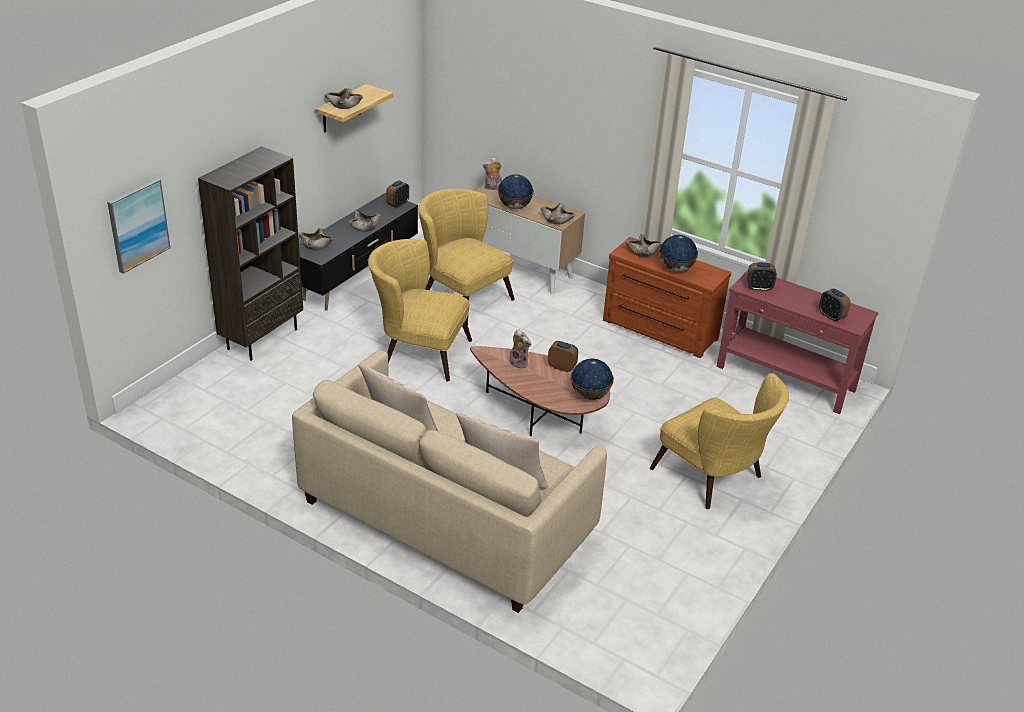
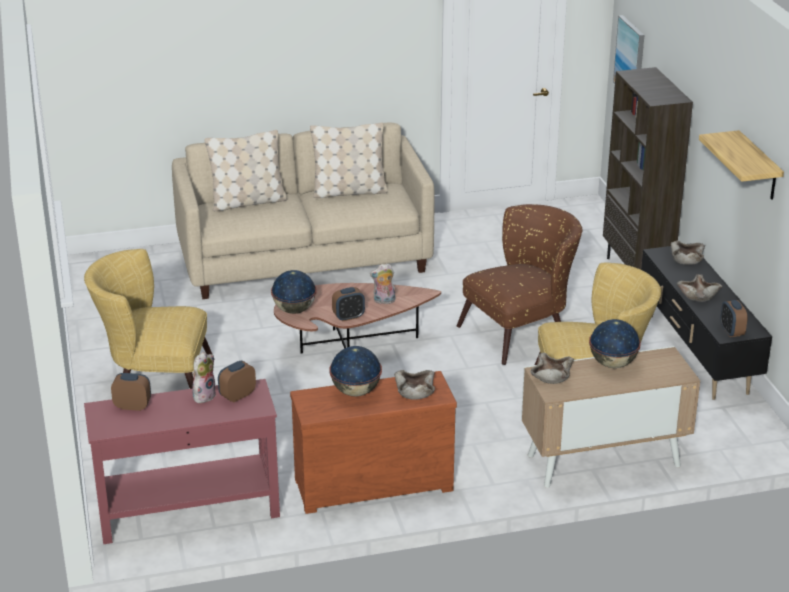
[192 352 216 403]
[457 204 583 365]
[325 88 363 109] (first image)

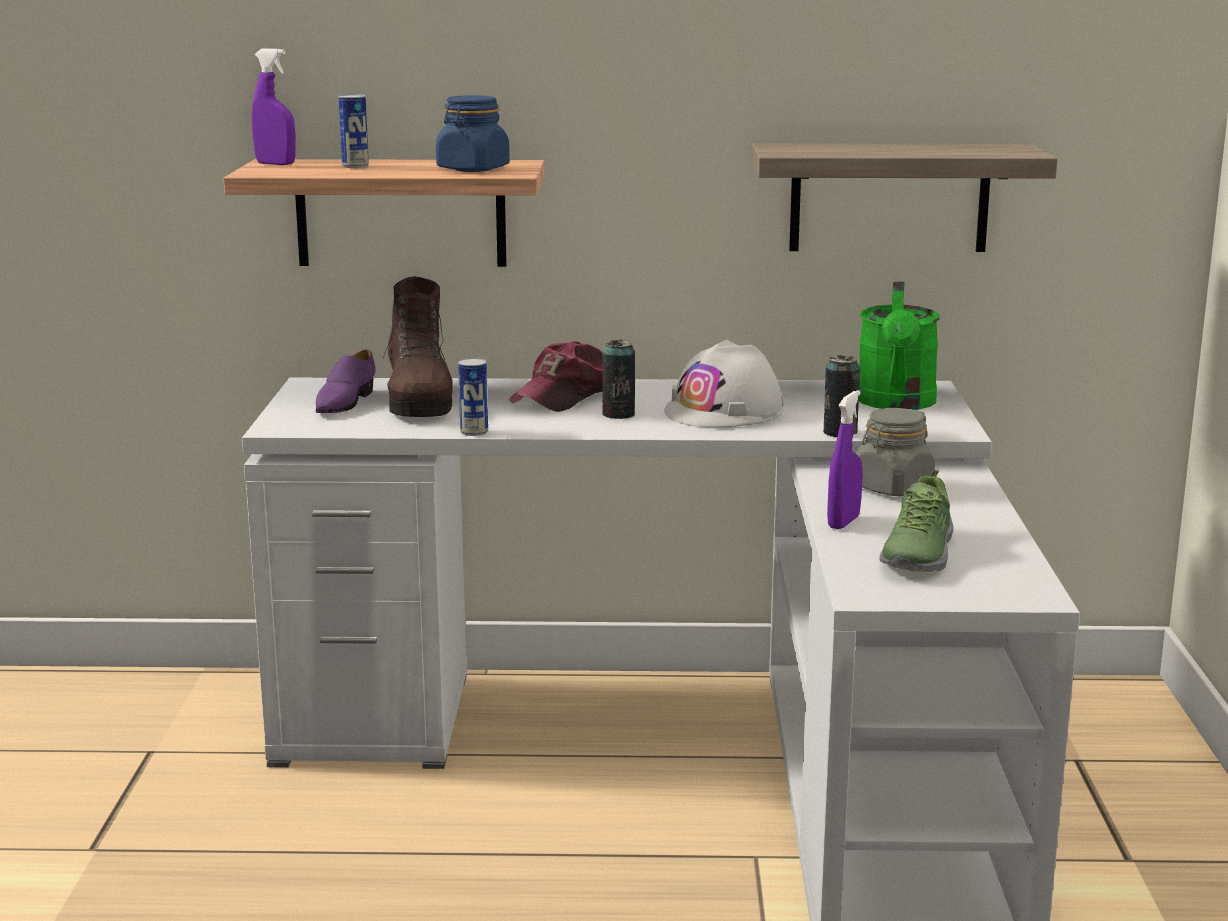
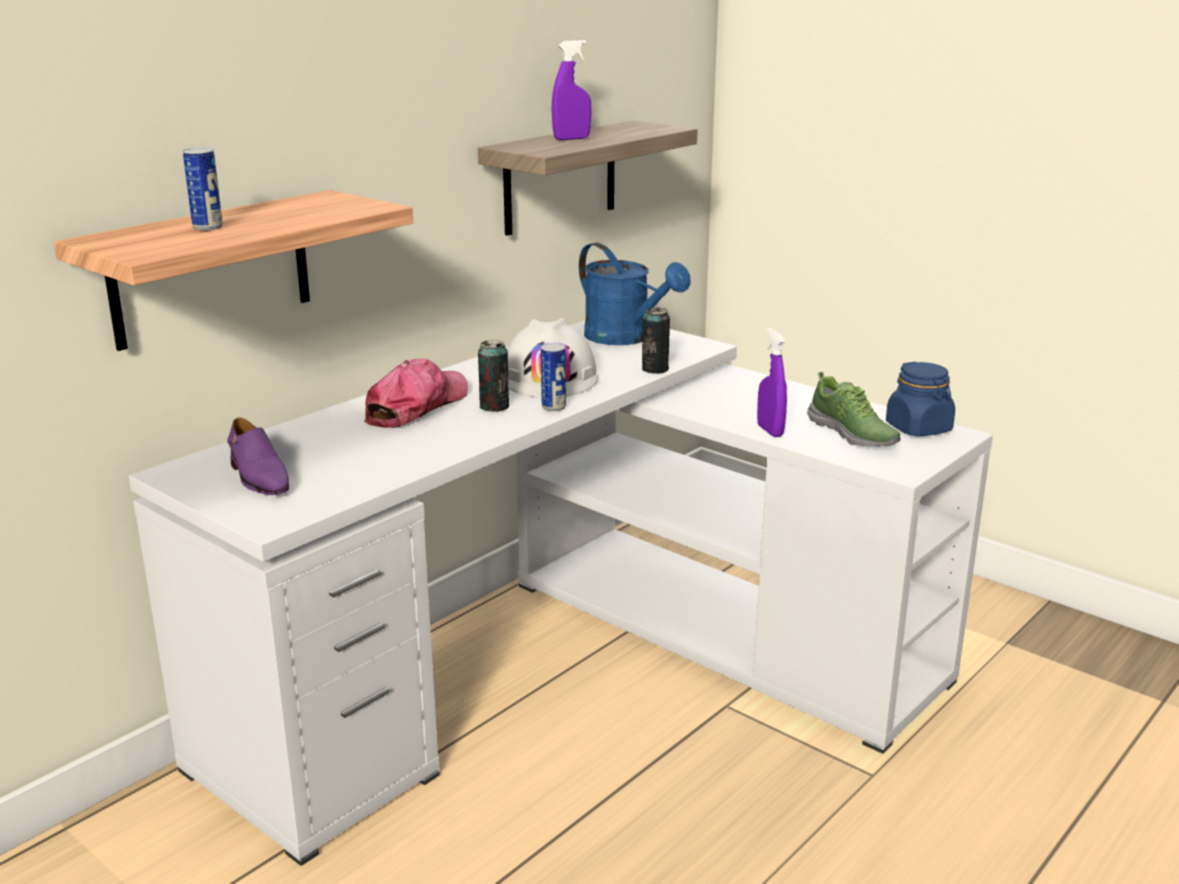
[364 358 468 428]
[541 343 566 411]
[552 40 591 140]
[579 243 690 345]
[886 362 955 436]
[383 276 453 417] (first image)
[856 408 935 496] (first image)

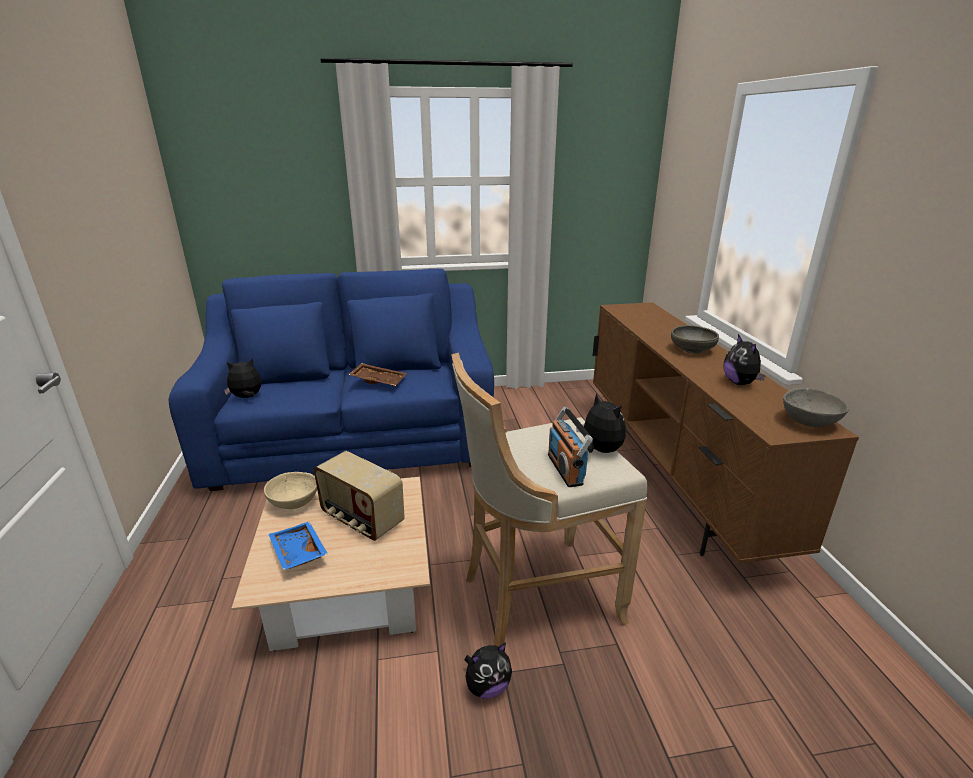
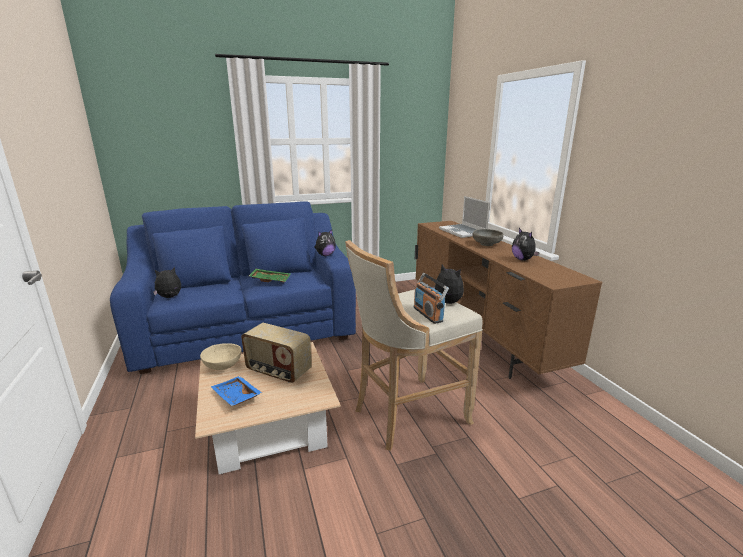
[249 269 291 282]
[315 230 336 256]
[439 196 490 238]
[783 388 849 427] (first image)

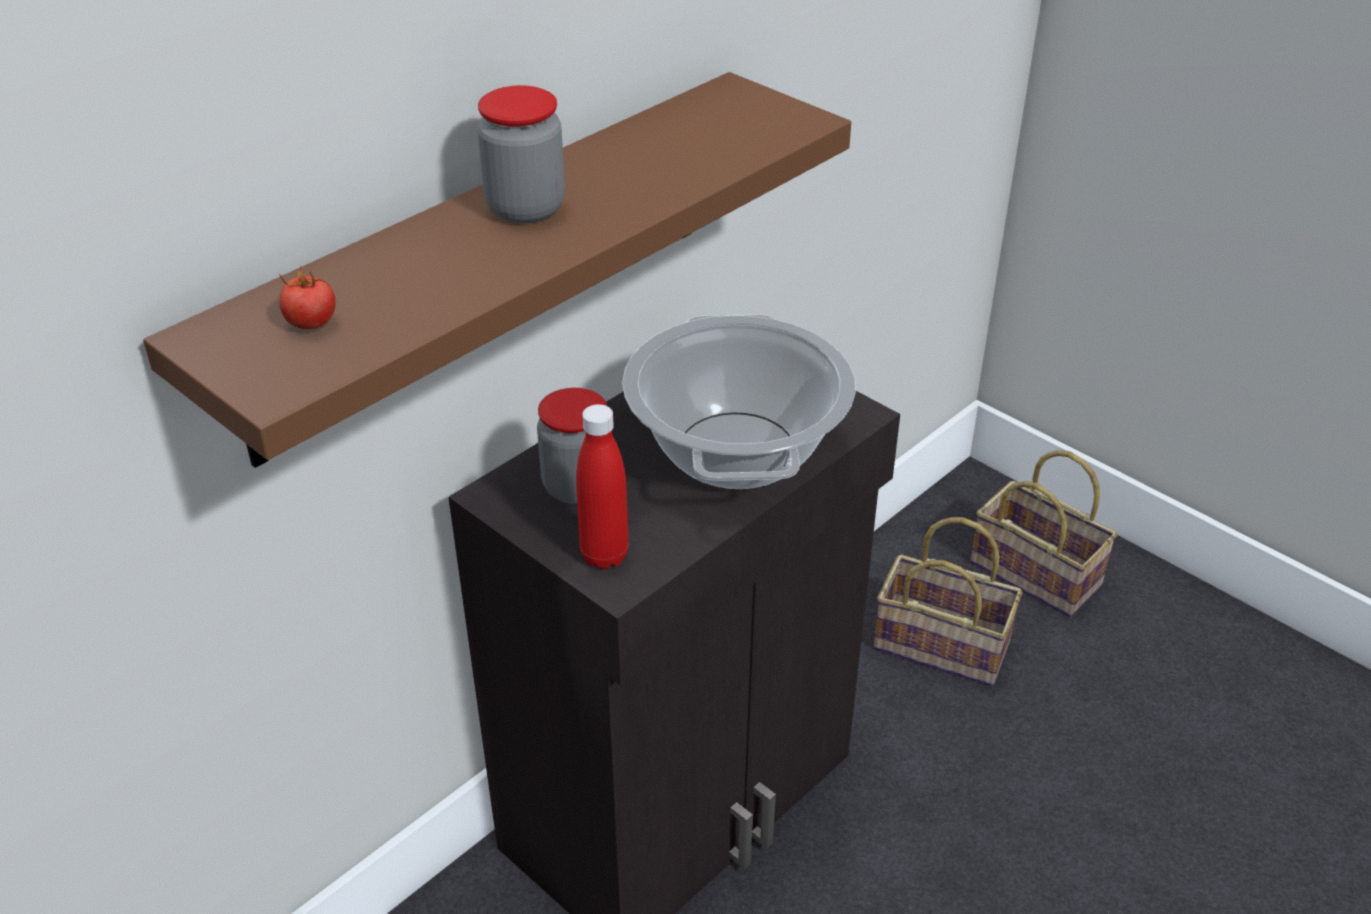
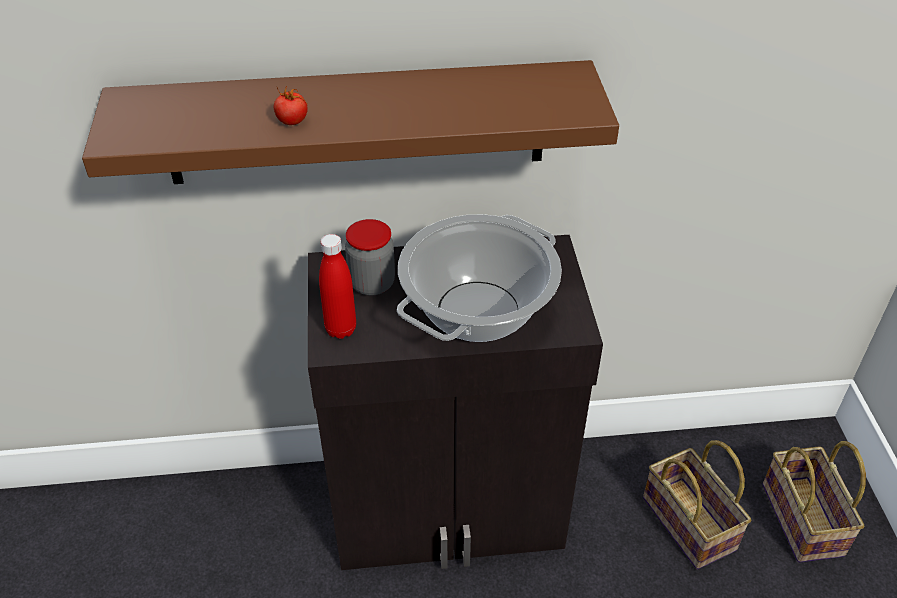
[274 85 308 125]
[477 85 565 223] (first image)

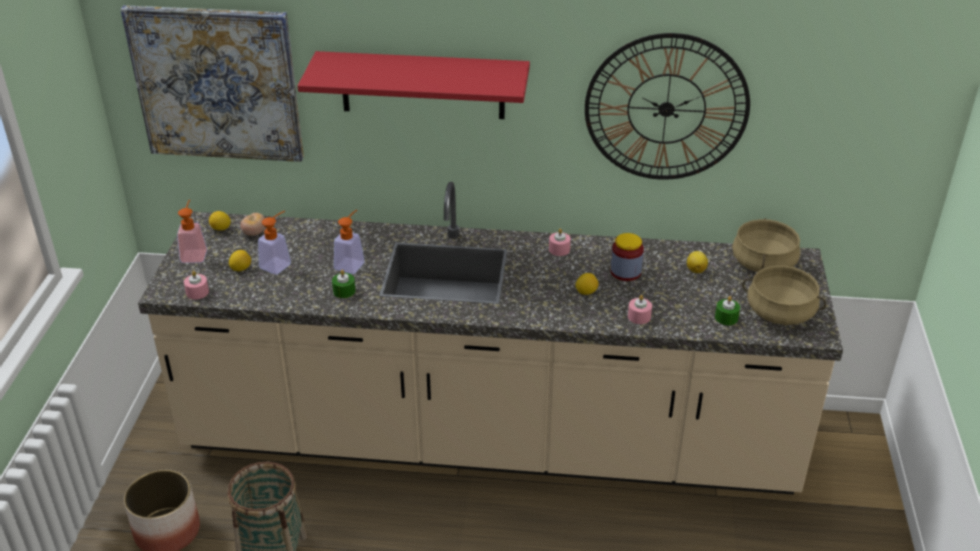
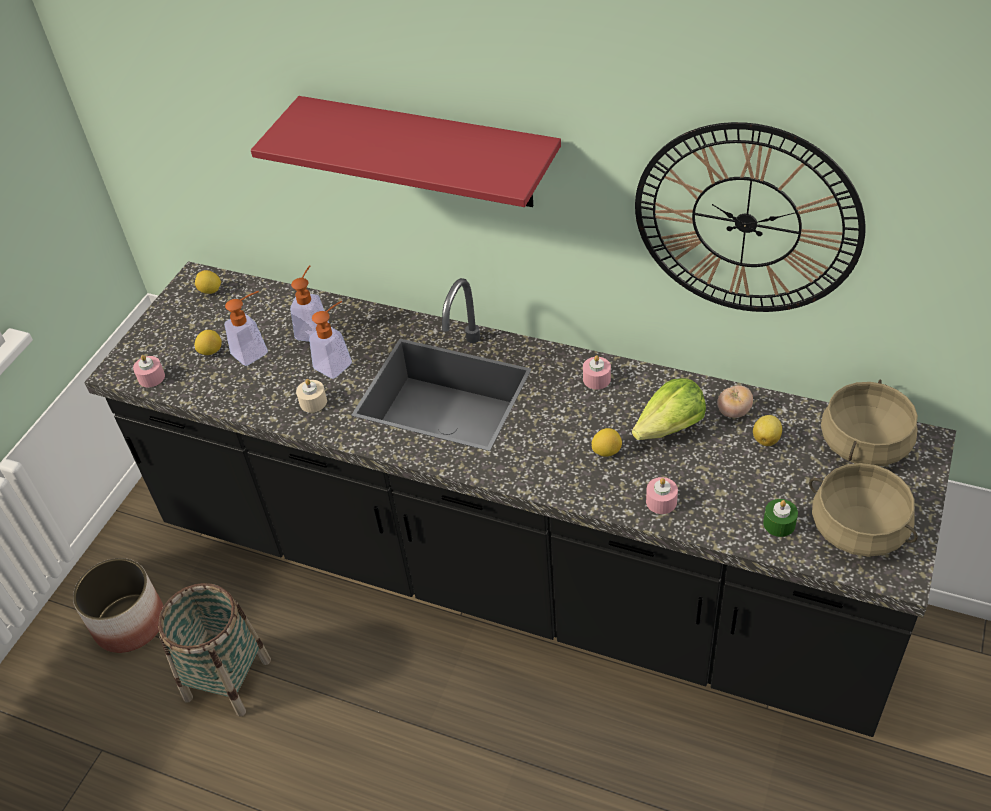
[84 261 956 737]
[290 265 329 342]
[296 379 327 413]
[632 378 706 440]
[717 385 753 418]
[120 5 304 162] (first image)

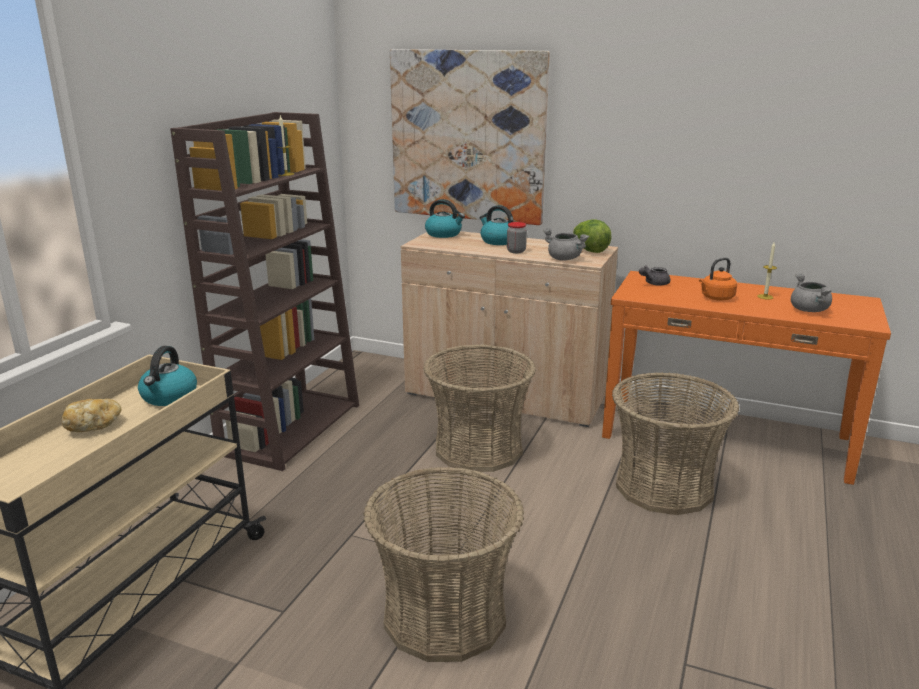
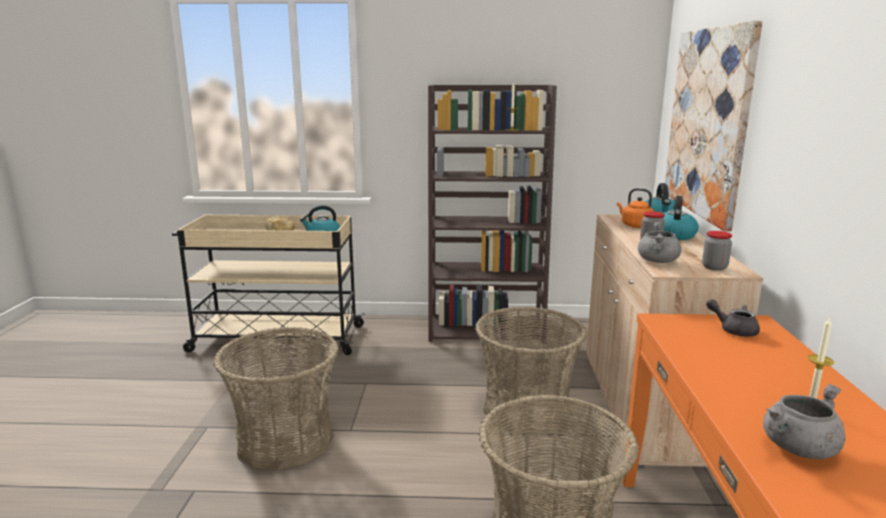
[617 188 654 228]
[702 231 732 271]

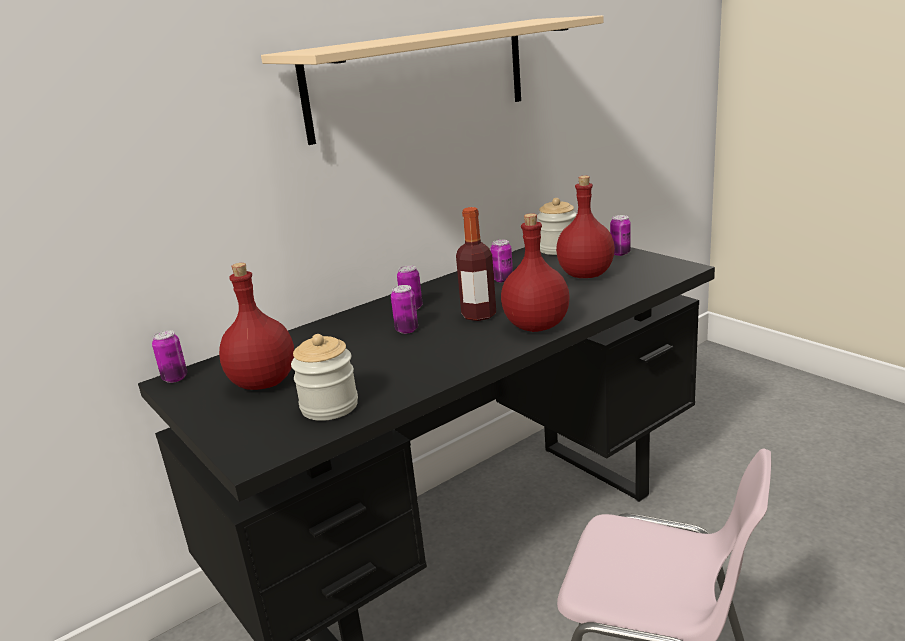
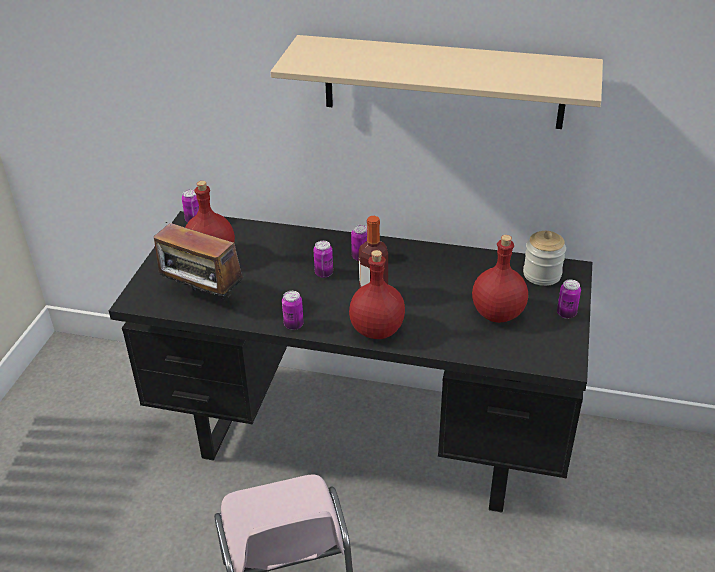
[154 222 243 300]
[282 291 304 330]

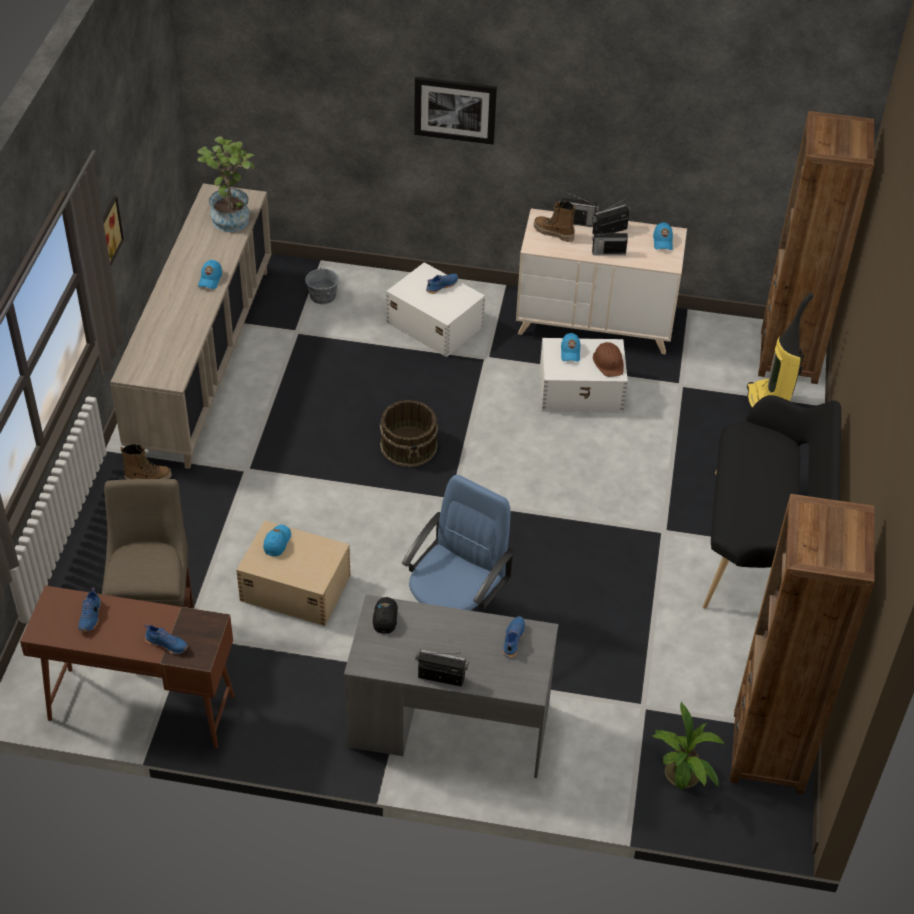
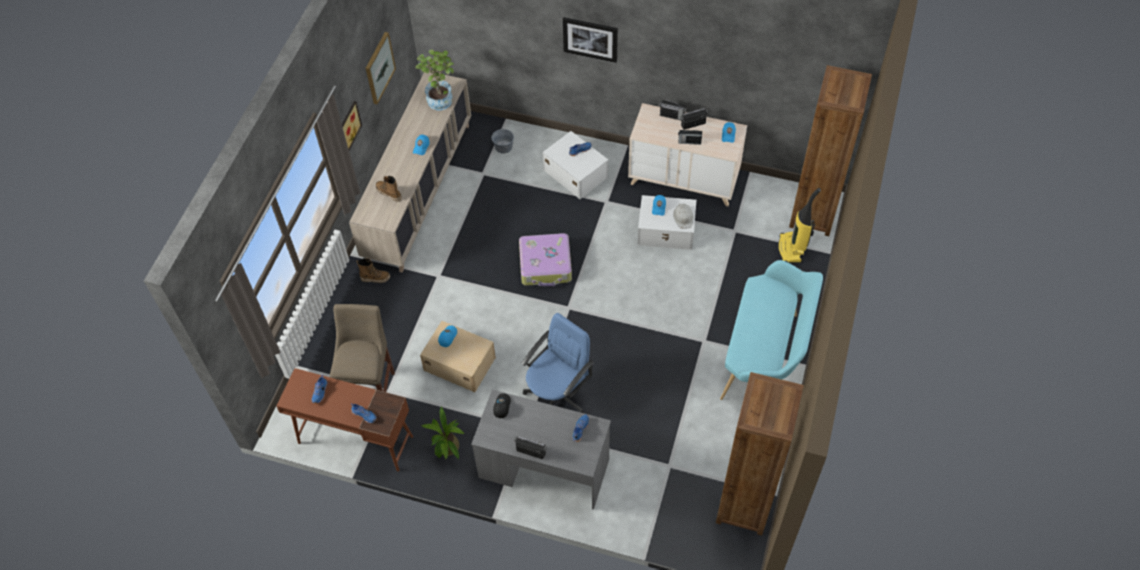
[366 32 396 104]
[376 176 402 202]
[421 407 465 459]
[519 233 572 286]
[673 203 693 229]
[720 260 823 400]

